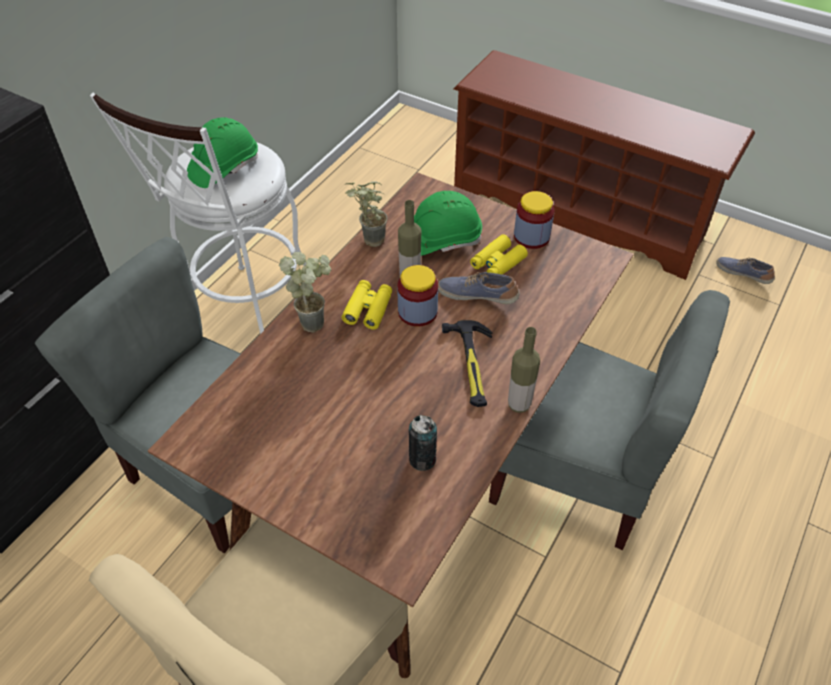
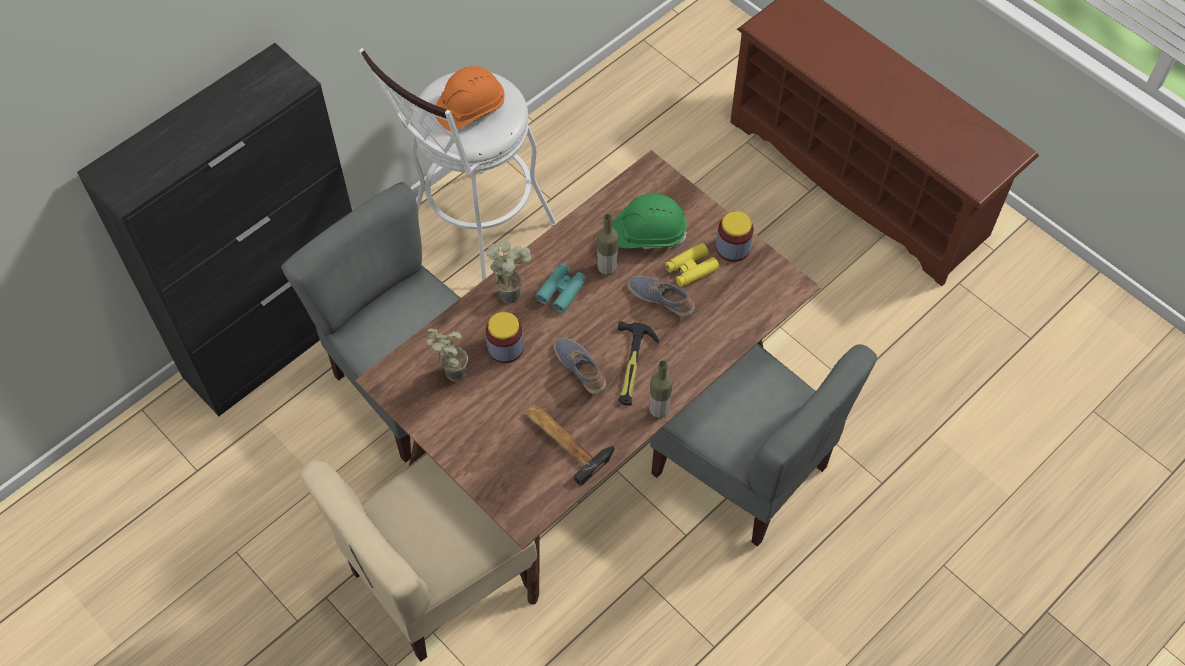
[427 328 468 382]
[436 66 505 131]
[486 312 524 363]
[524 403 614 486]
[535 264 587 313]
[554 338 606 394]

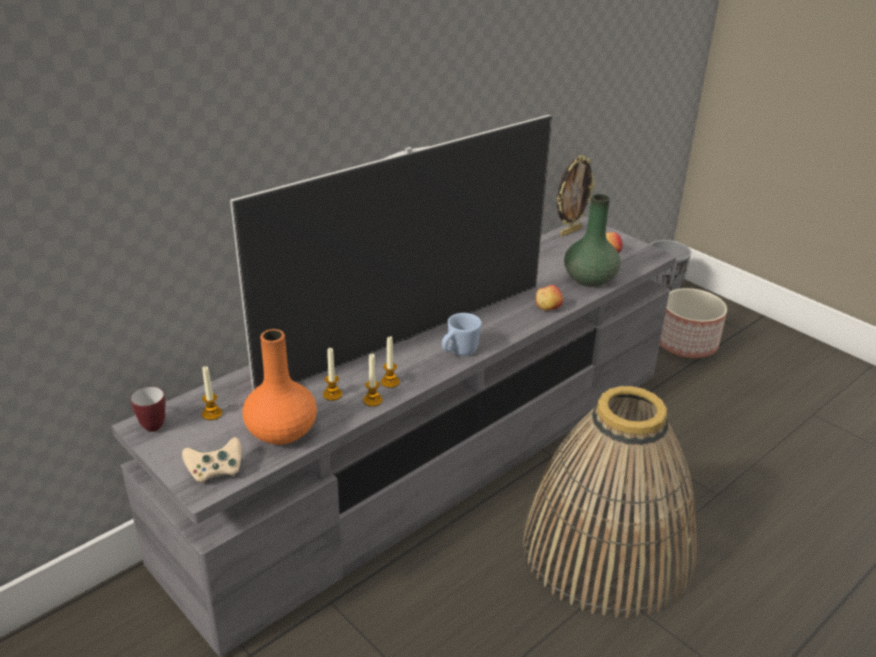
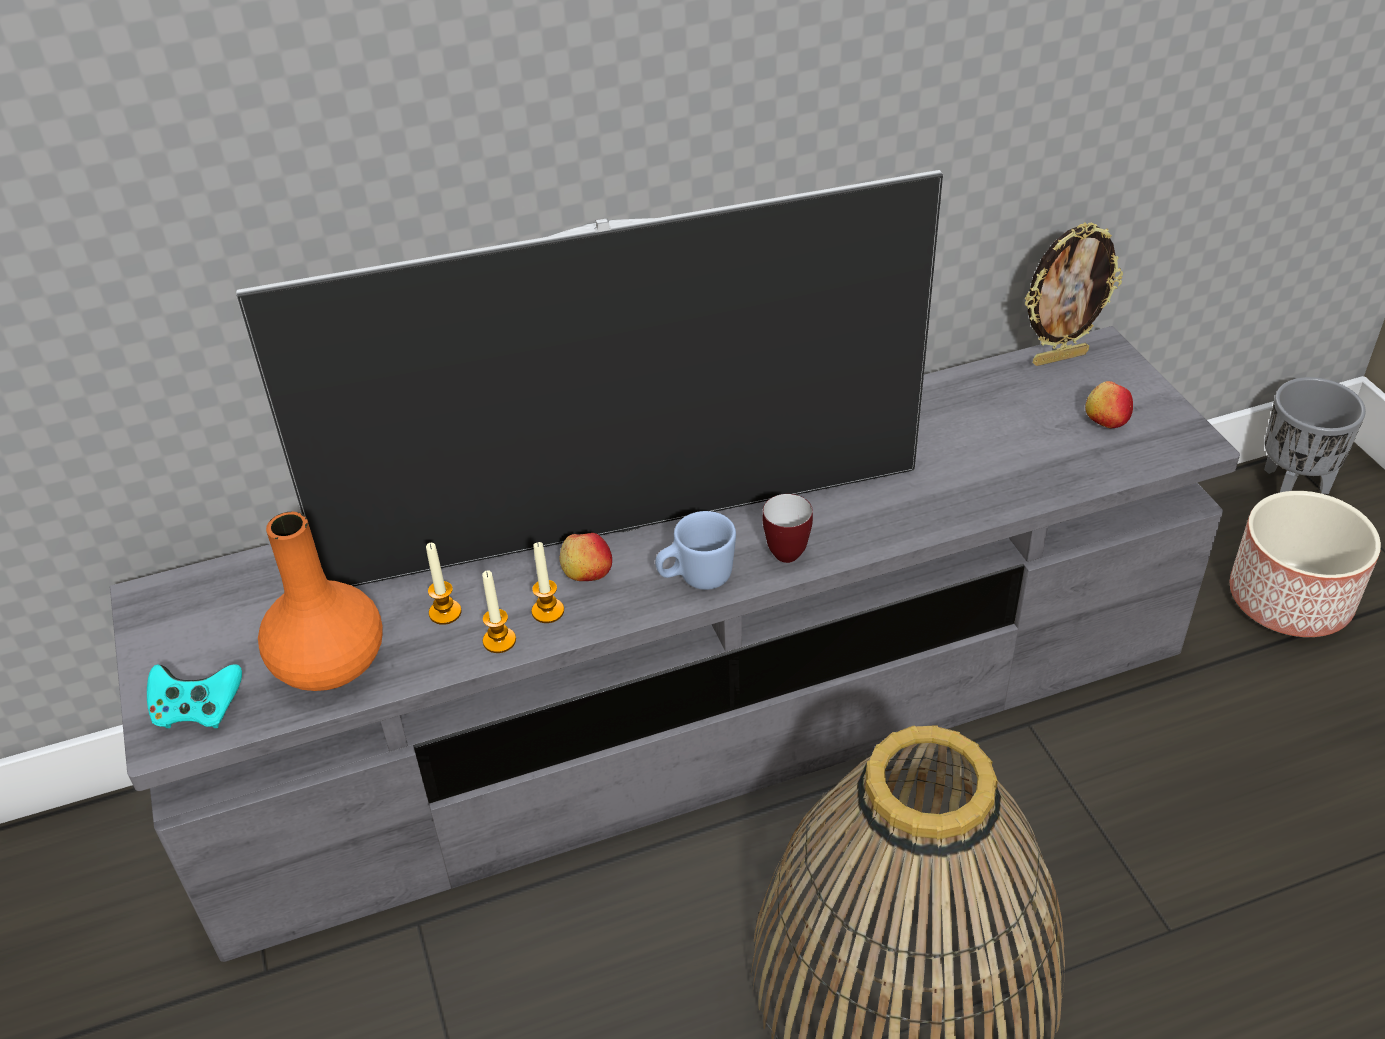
[147 664 242 728]
[559 533 612 581]
[763 494 813 563]
[202 366 222 420] (first image)
[564 194 621 287] (first image)

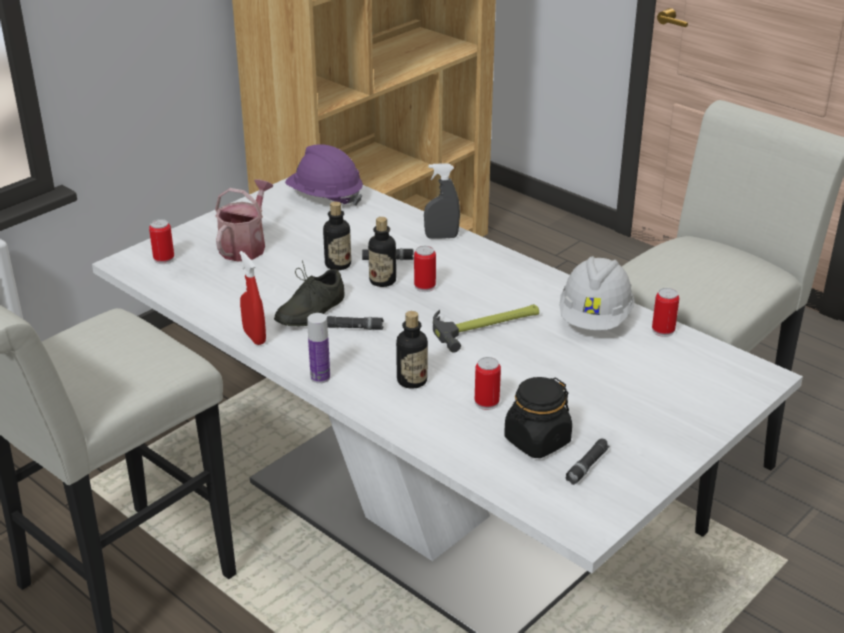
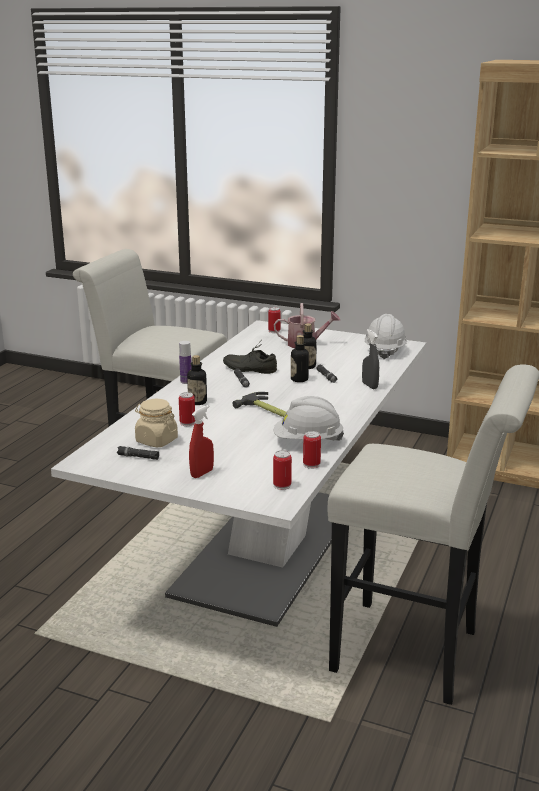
[135 399 178 447]
[189 405 214 478]
[273 450 292 490]
[365 314 407 360]

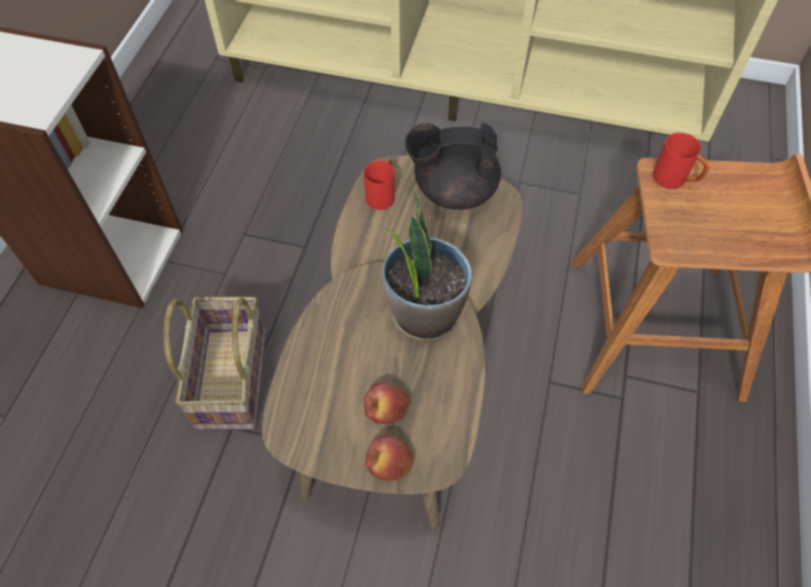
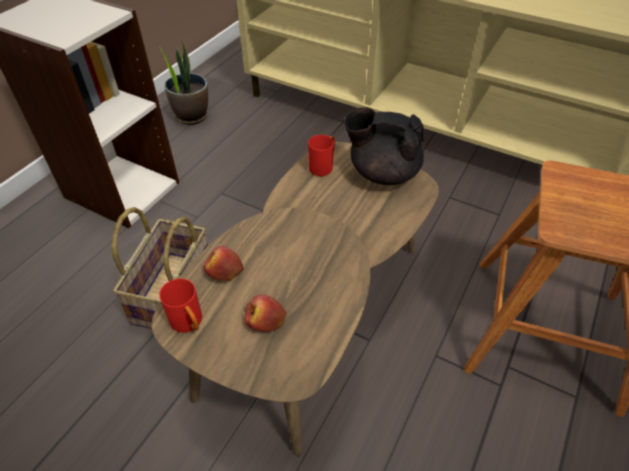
[157 39 208 125]
[159 278 202 333]
[204 246 244 281]

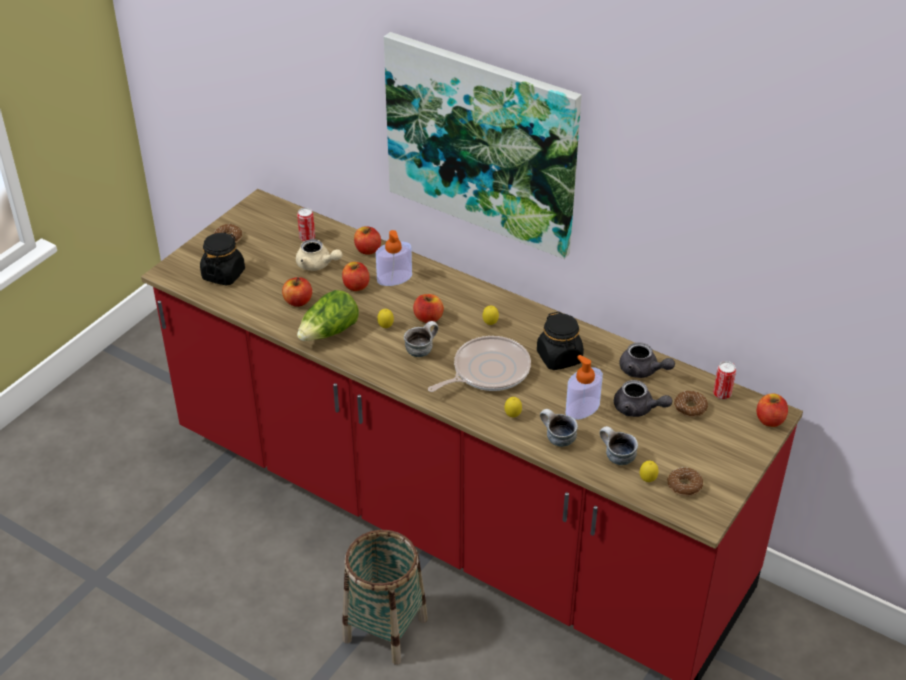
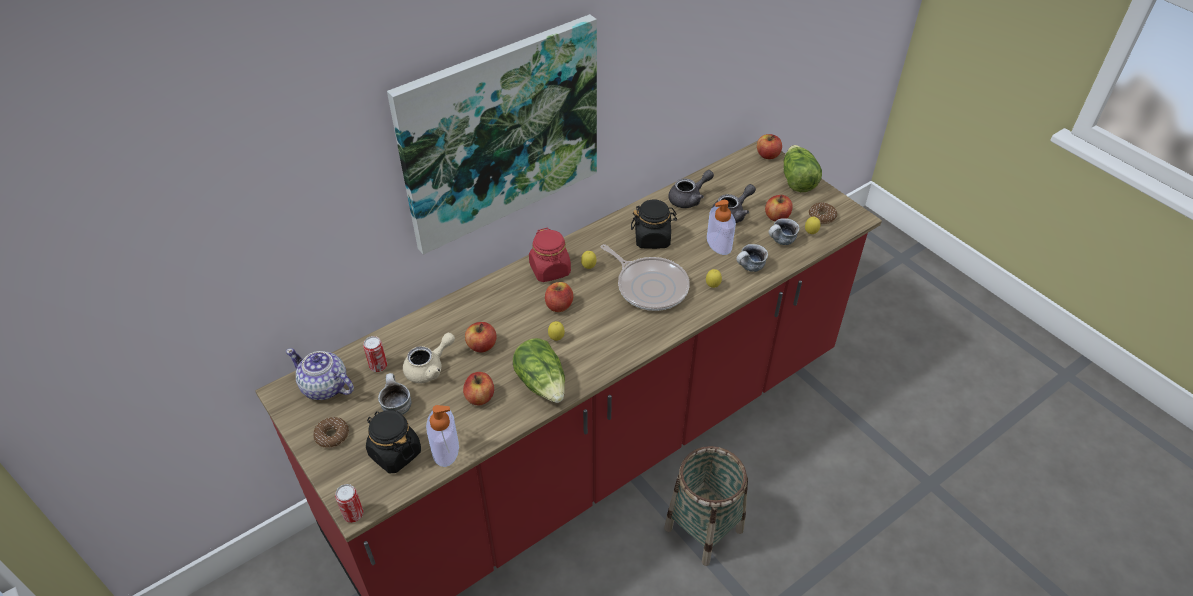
[286 348 354 400]
[335 484 364 523]
[378 373 411 415]
[426 405 459 467]
[529 228 571 282]
[601 244 690 311]
[765 195 793 221]
[784 145 822 192]
[674 391 708 417] (first image)

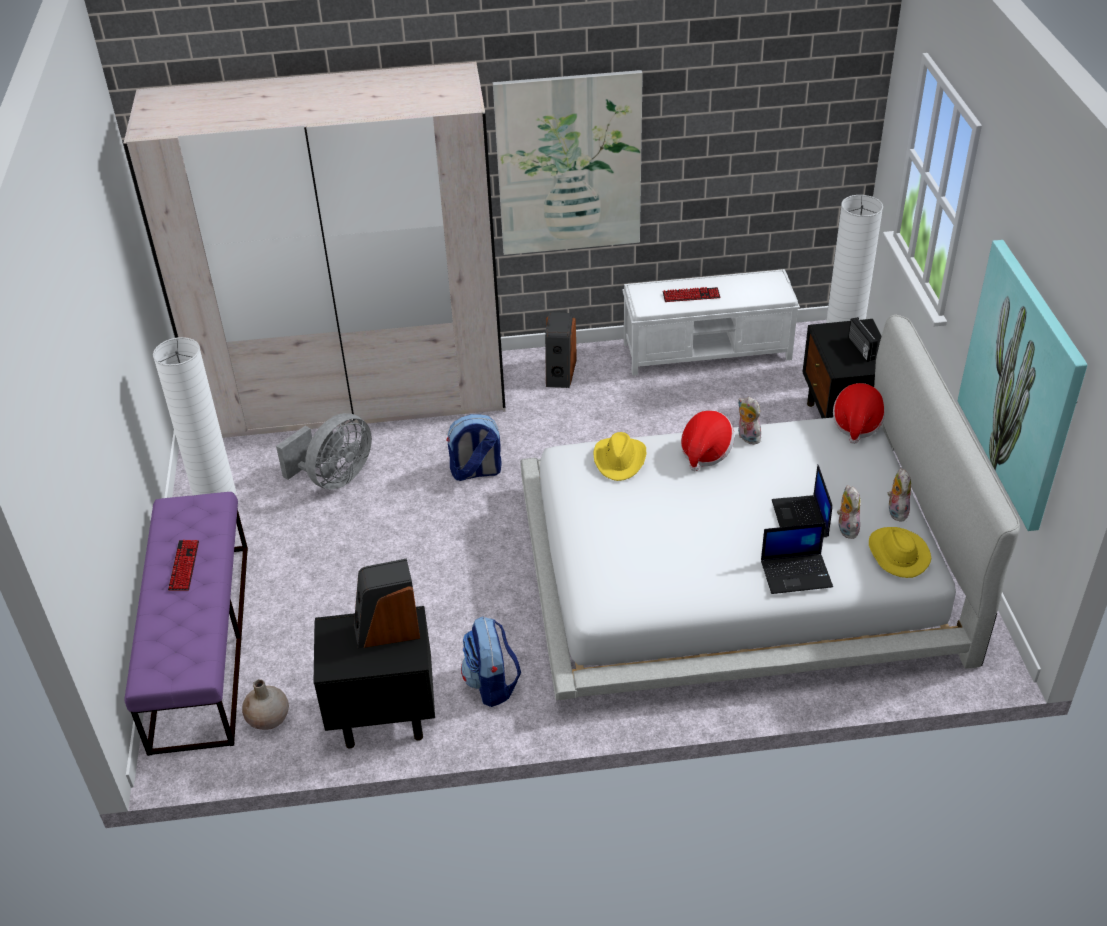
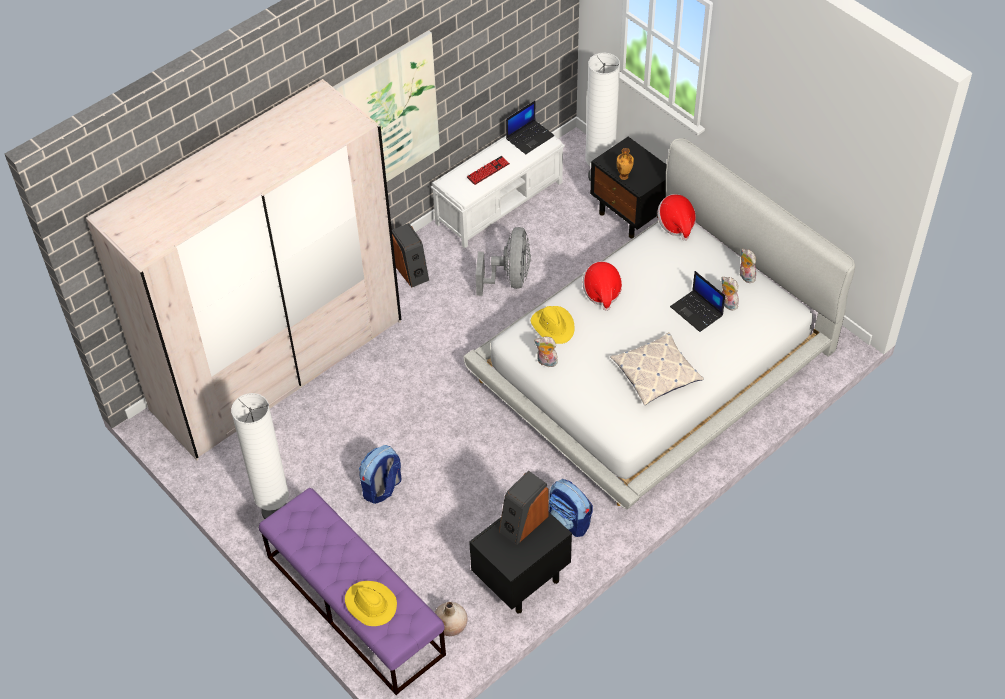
[345 581 397 626]
[359 445 402 504]
[476 227 531 296]
[506 100 554 154]
[534 337 558 367]
[610 332 704 405]
[617 148 634 180]
[168 540 199 591] (first image)
[848 317 878 362] (first image)
[958 240 1088 531] (first image)

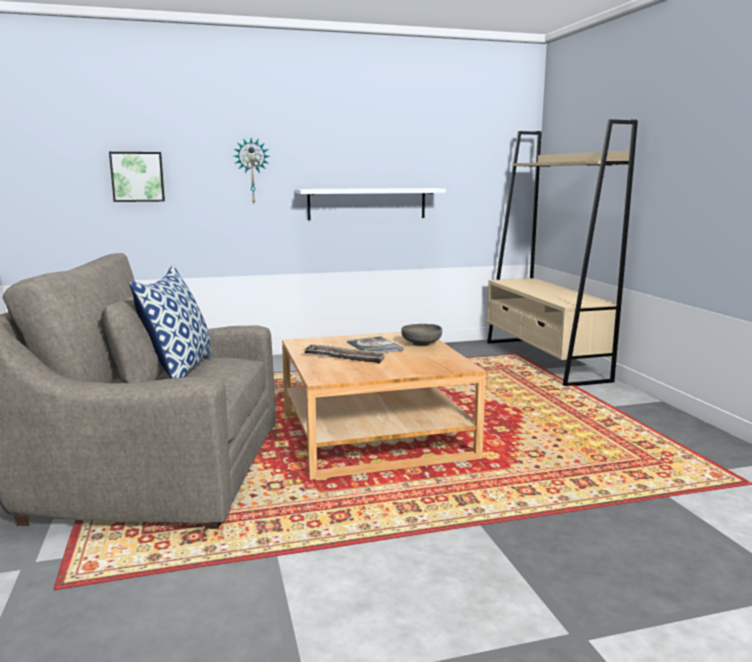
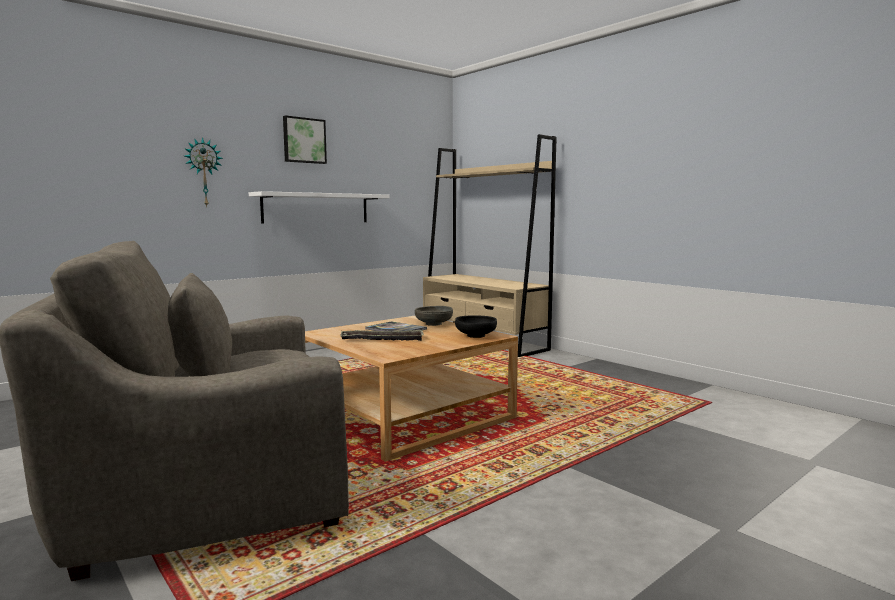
[283 115 327 164]
[455 315 497 338]
[129 265 213 378] (first image)

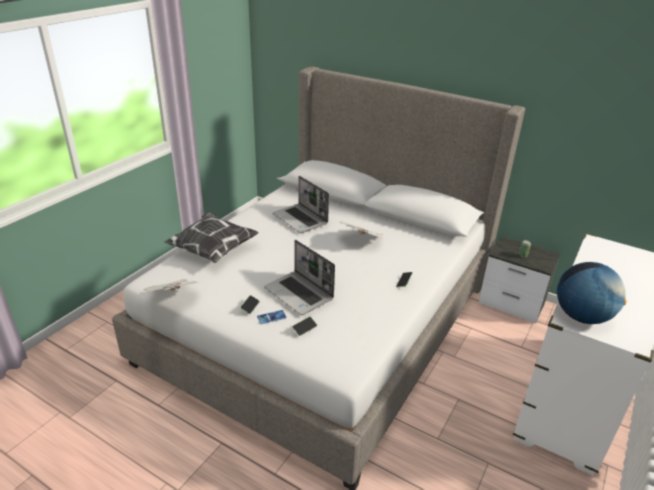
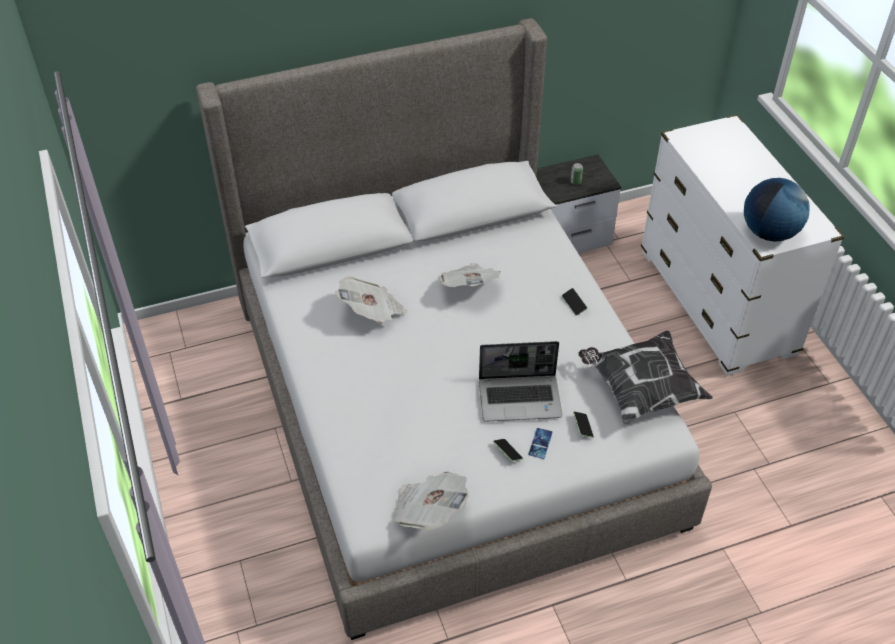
[335 277 407 323]
[578 330 713 425]

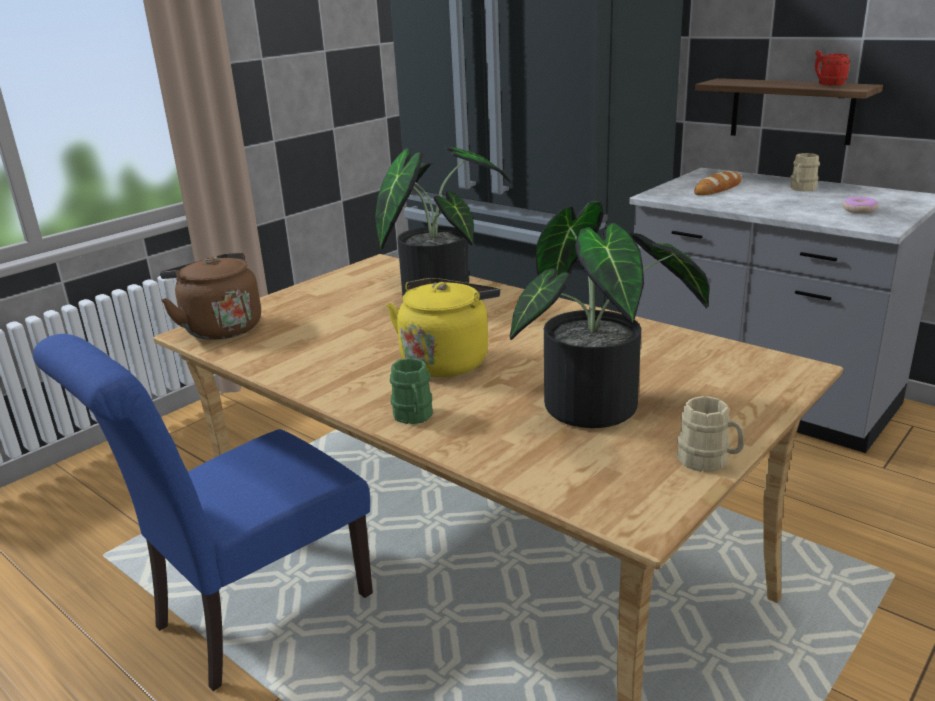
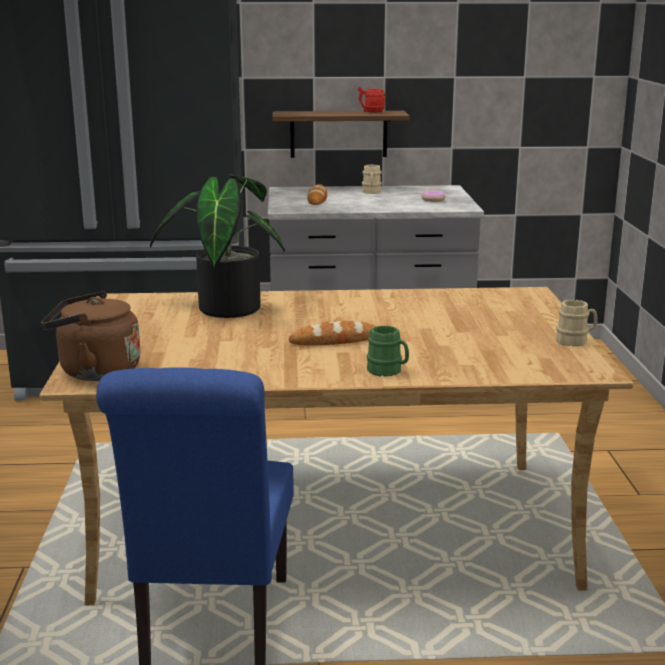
[289 321 377 345]
[510 201 709 428] (first image)

